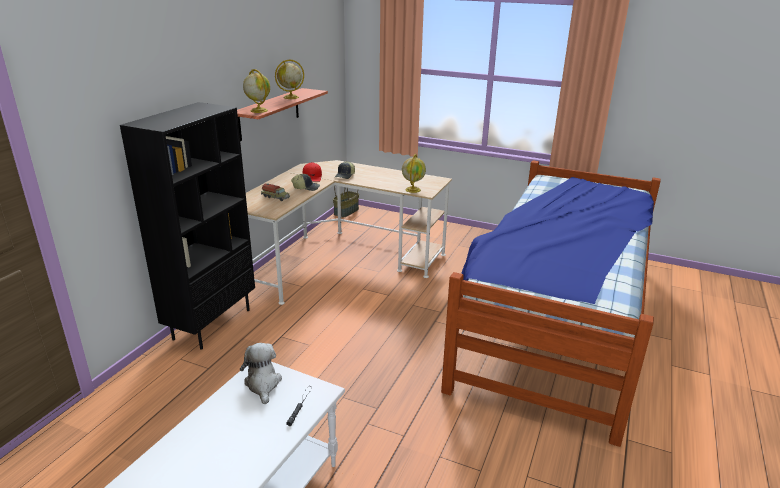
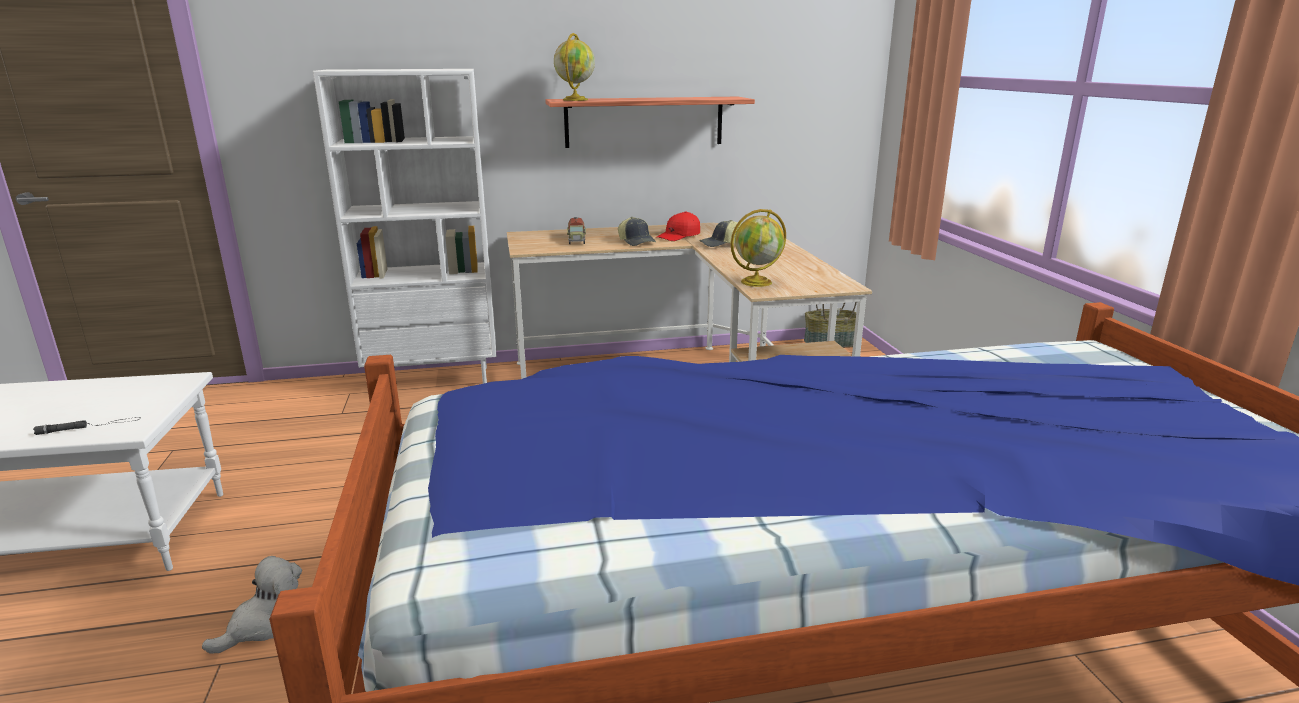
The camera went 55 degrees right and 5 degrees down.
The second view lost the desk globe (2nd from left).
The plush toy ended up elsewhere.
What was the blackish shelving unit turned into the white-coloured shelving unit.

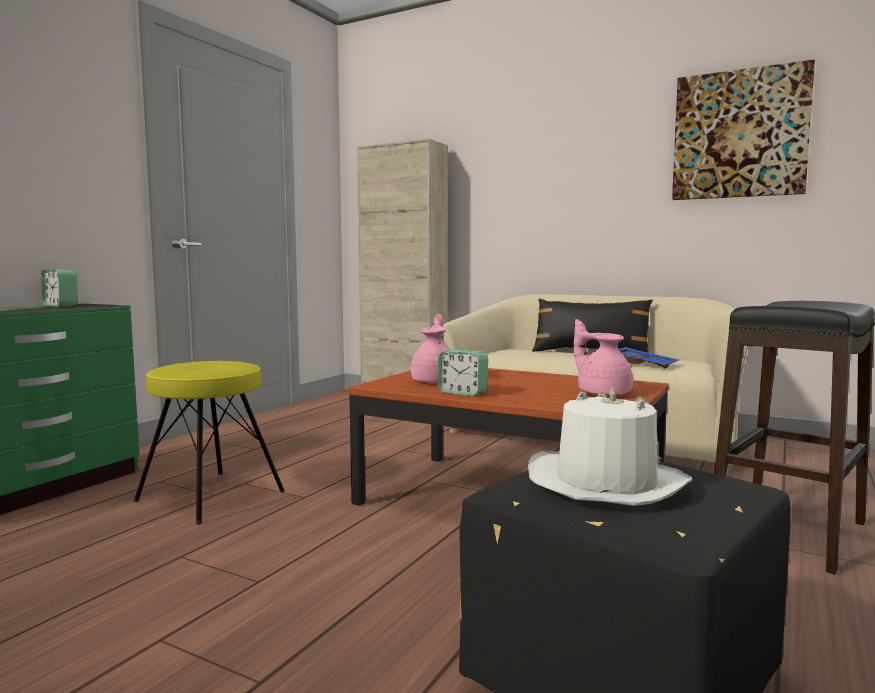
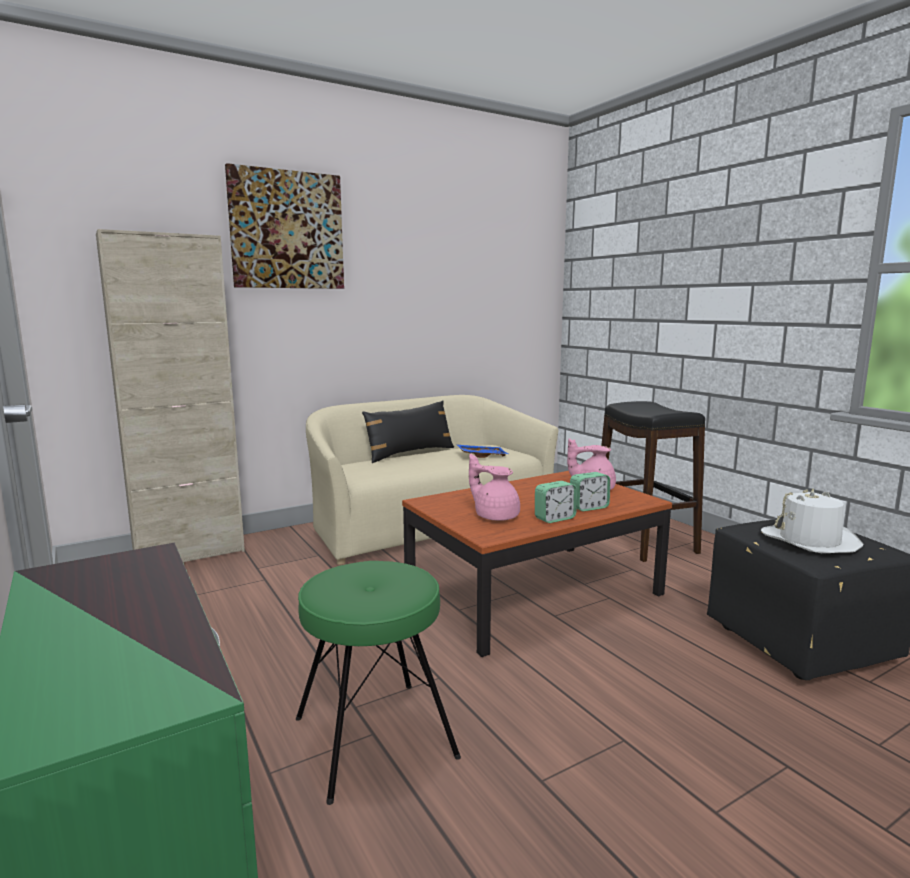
The camera went 60 degrees left and 5 degrees up.
The bedside clock (1st from left in the first image) ended up elsewhere.
The picture ended up elsewhere.
What was the yellow sitting stool turned into the greenish sitting stool.

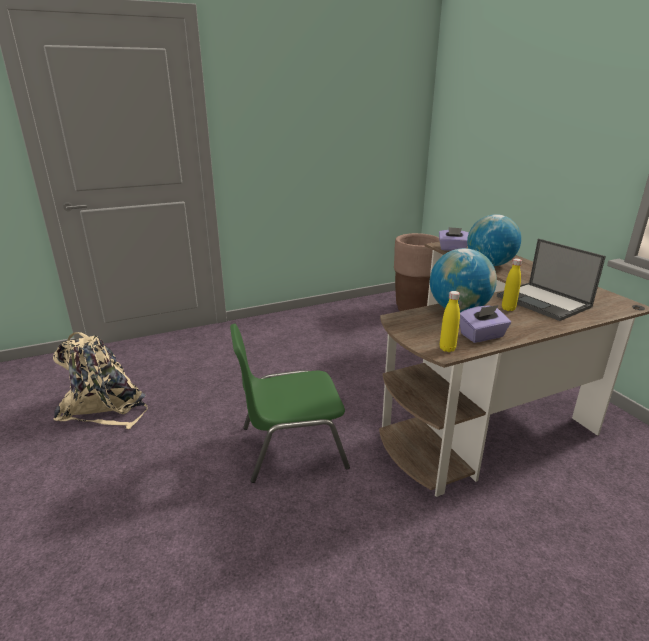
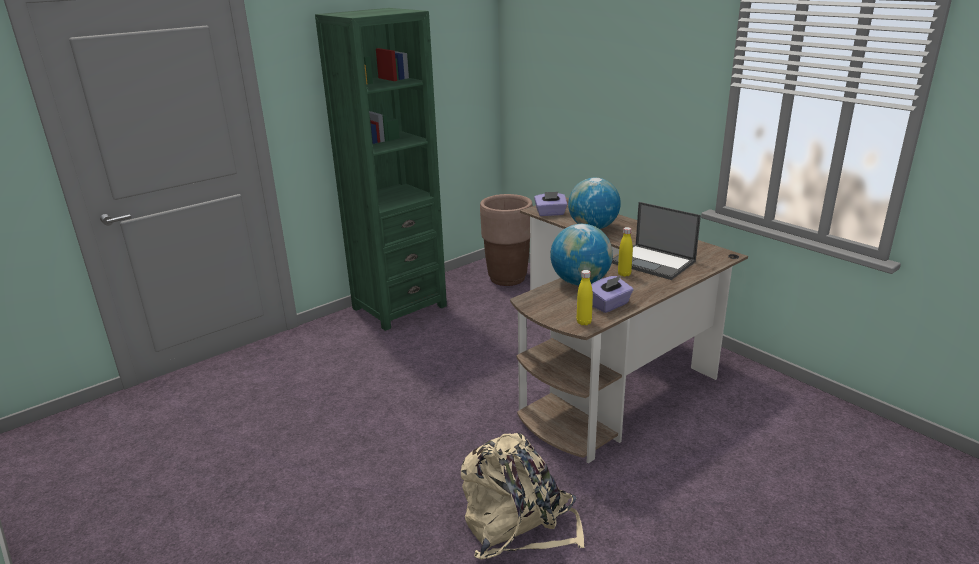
The camera went 15 degrees left and 0 degrees up.
The second view lost the greenish chair.
The second view gained the greenish shelving unit.
The beige-coloured backpack ended up elsewhere.

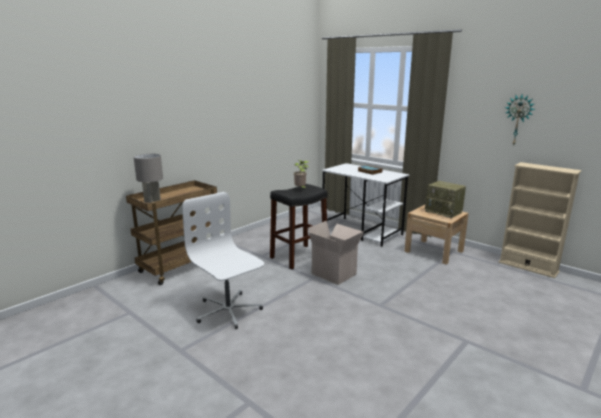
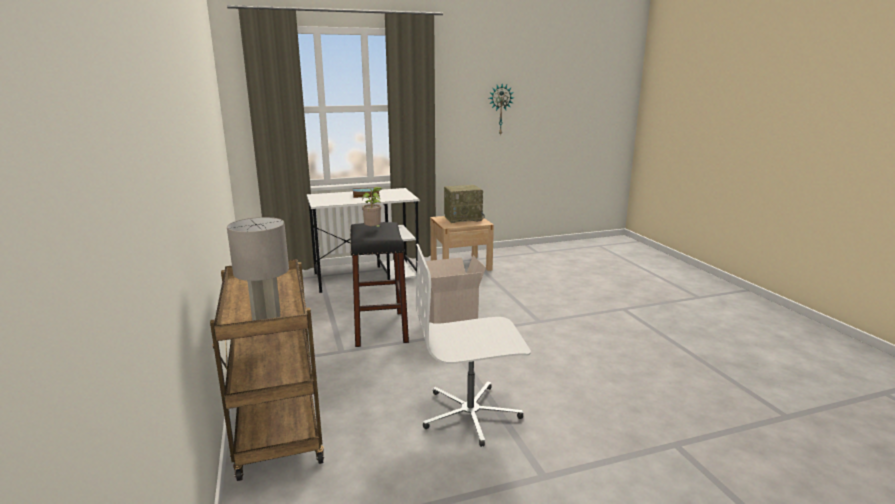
The camera went 60 degrees left and 0 degrees up.
The second view lost the beige-coloured shelving unit.

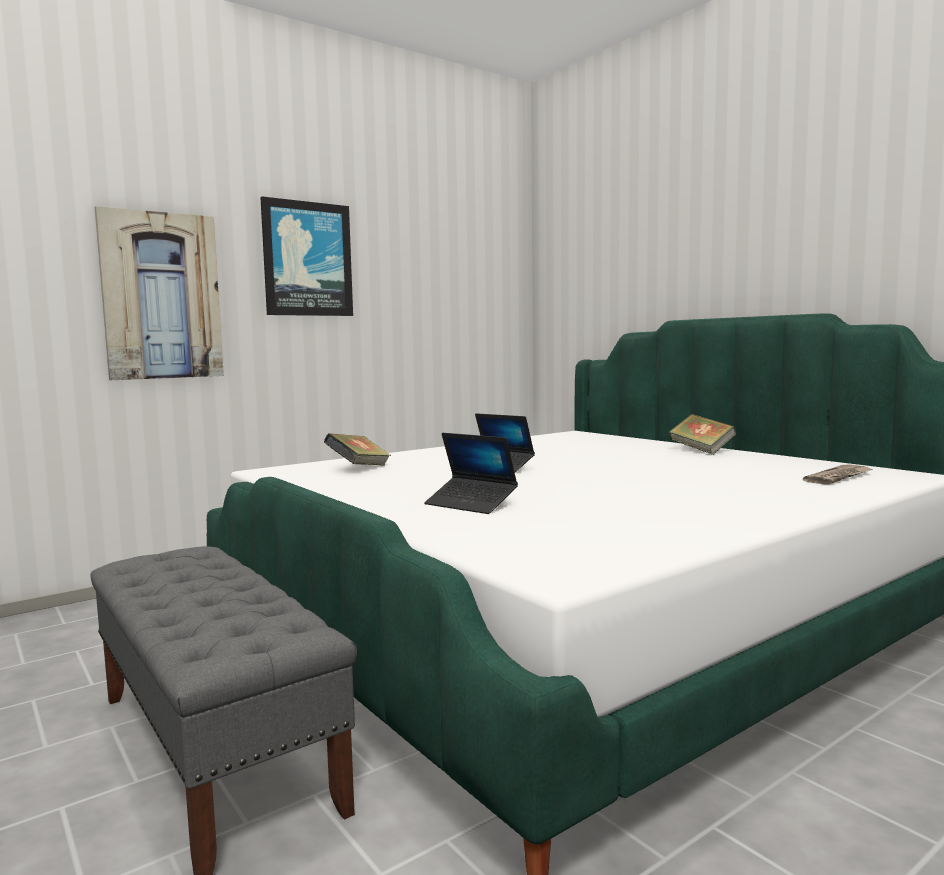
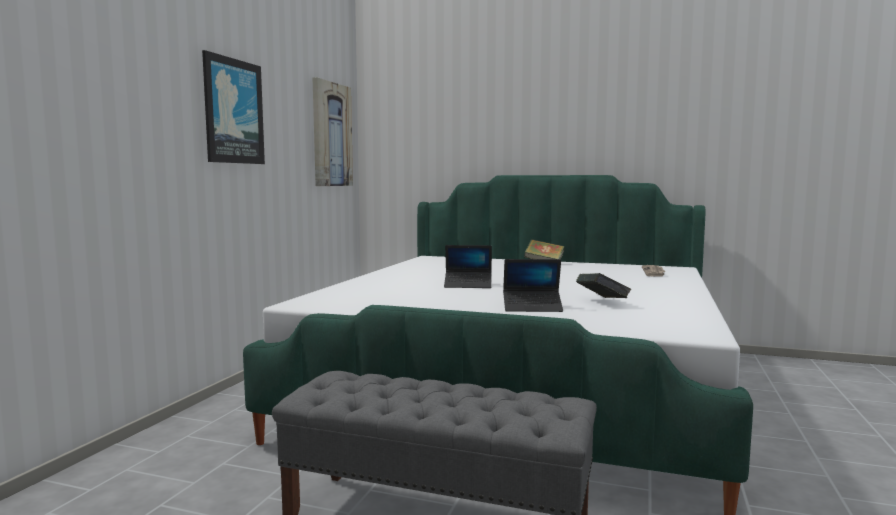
The camera went 35 degrees left and 0 degrees up.
The picture (1st from left in the first image) ended up elsewhere.
The volume (1st from left in the first image) ended up elsewhere.

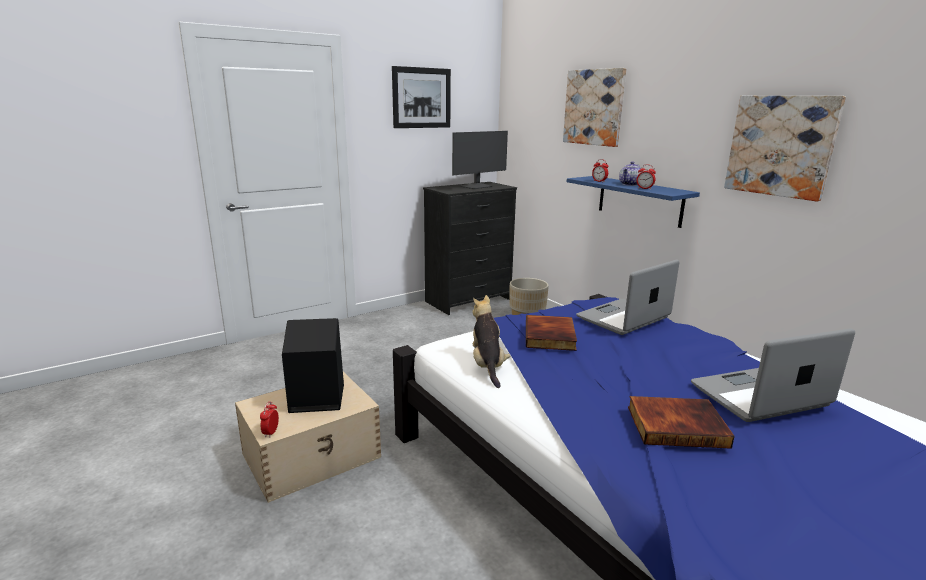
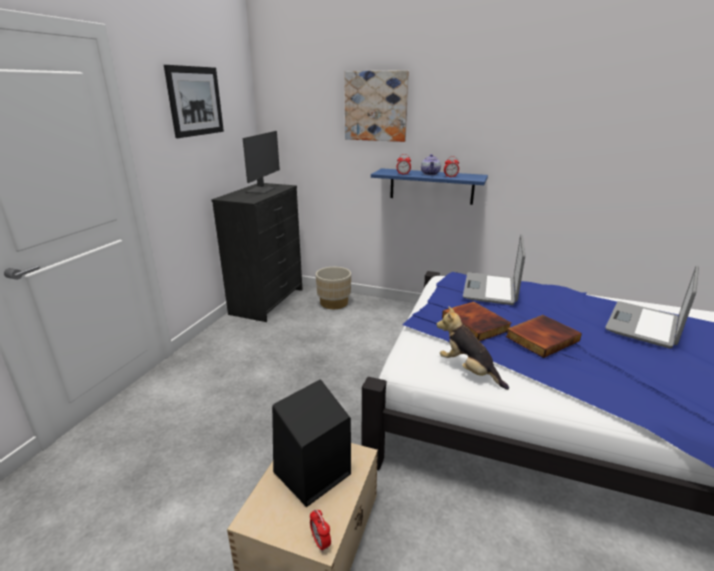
The camera went 35 degrees left and 5 degrees up.
The second view lost the picture (3rd from left).
The volume (2nd from left) ended up elsewhere.

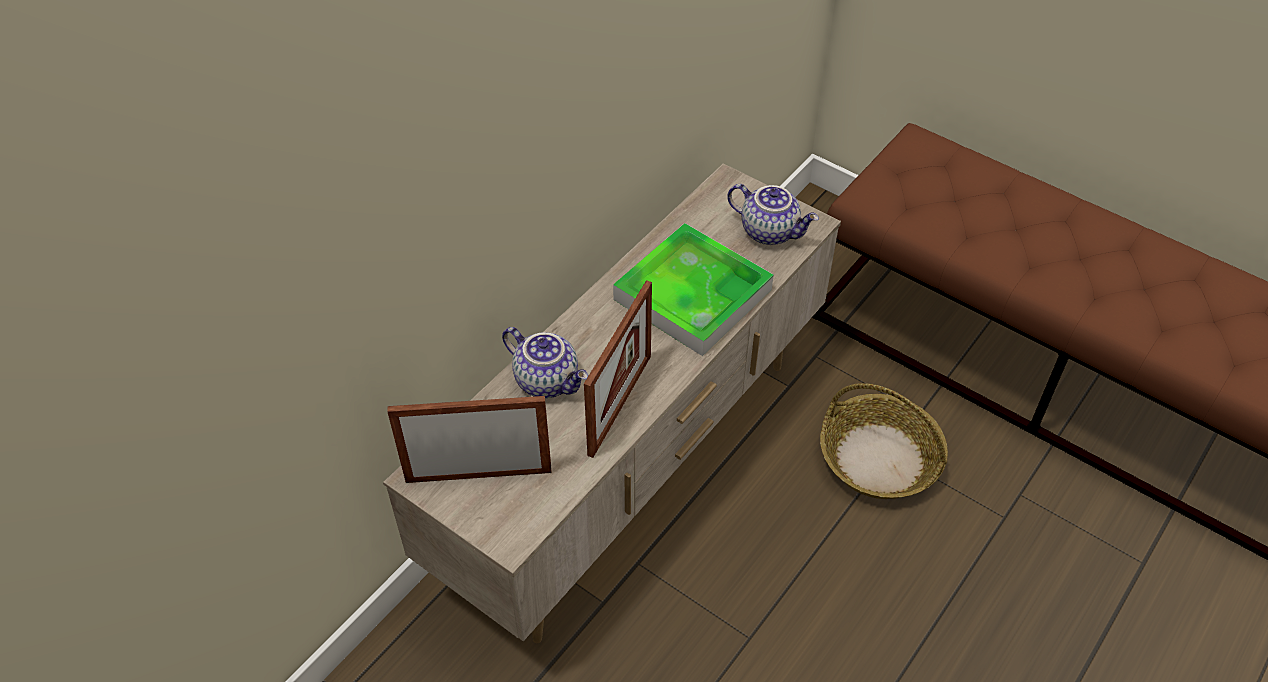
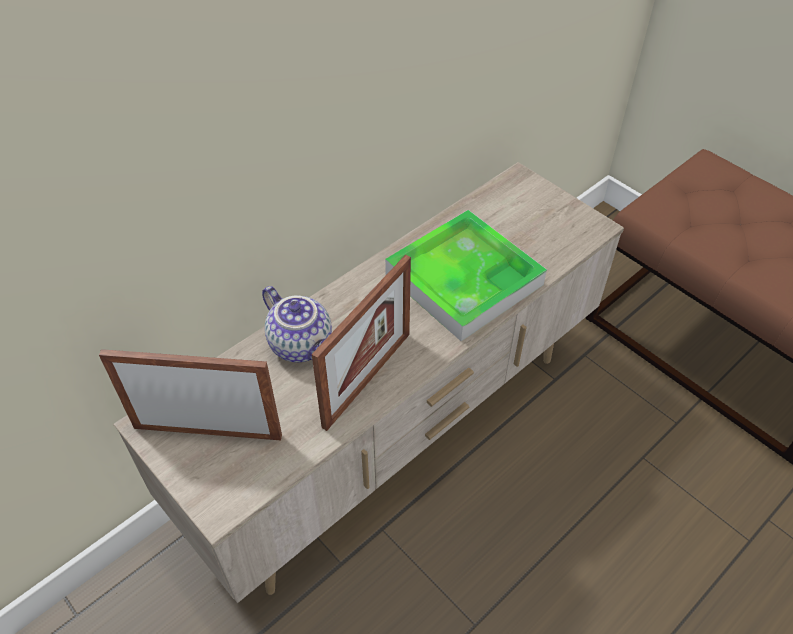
The camera went 10 degrees right and 0 degrees up.
The second view lost the teapot (2nd from left).
The second view lost the basket.

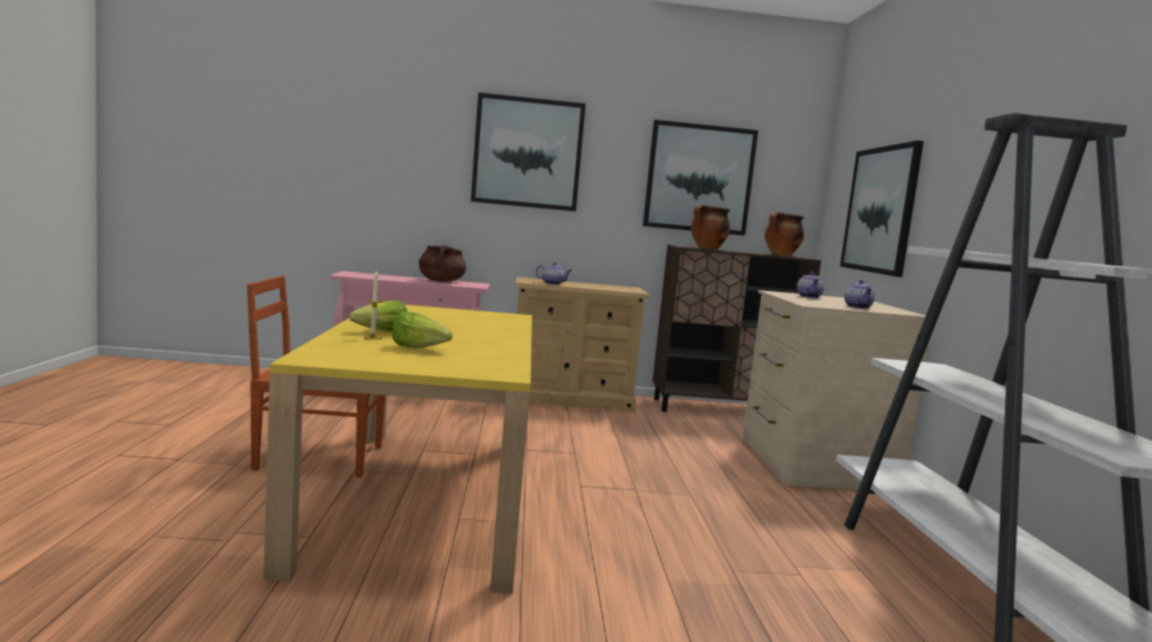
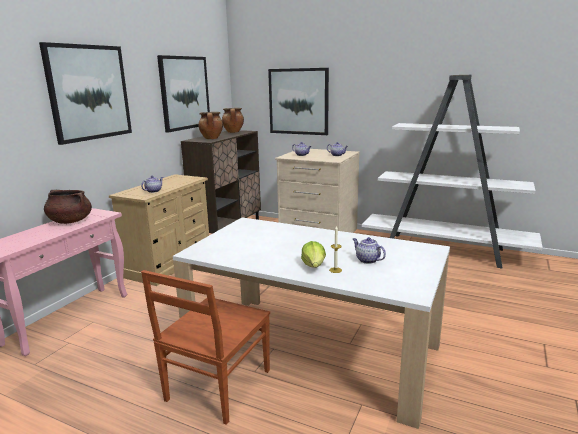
The camera went 60 degrees left and 10 degrees up.
Where the lettuce head (2nd from left) stood, the teapot (4th from left) came to stand.
What was the yellow dining table turned into the white-coloured dining table.

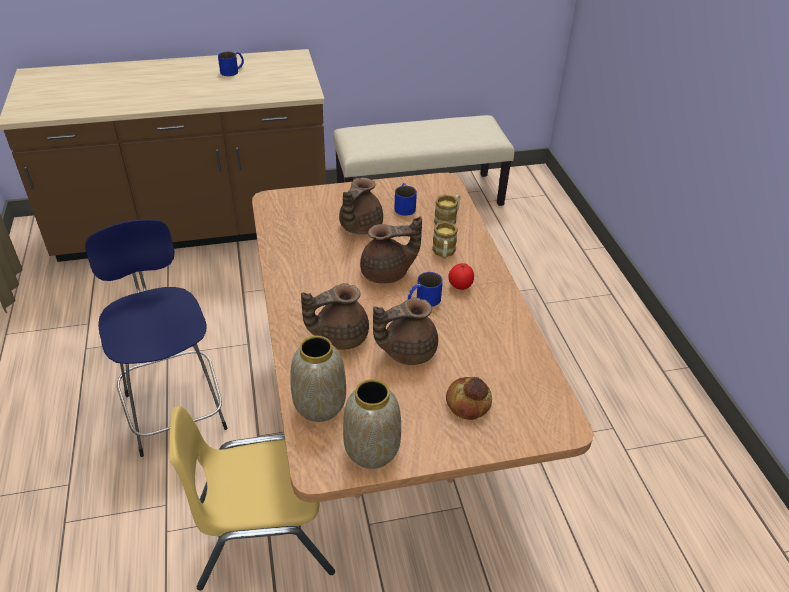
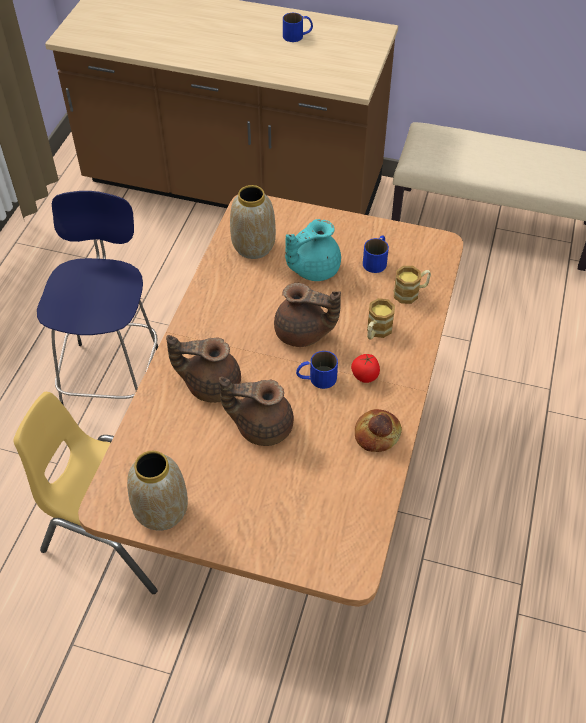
The camera went 30 degrees right and 10 degrees up.
The decorative vase (1st from left in the first image) ended up elsewhere.
The bread ended up elsewhere.
What was the brownish teapot (2nd from left) turned into the turquoise-coloured teapot.

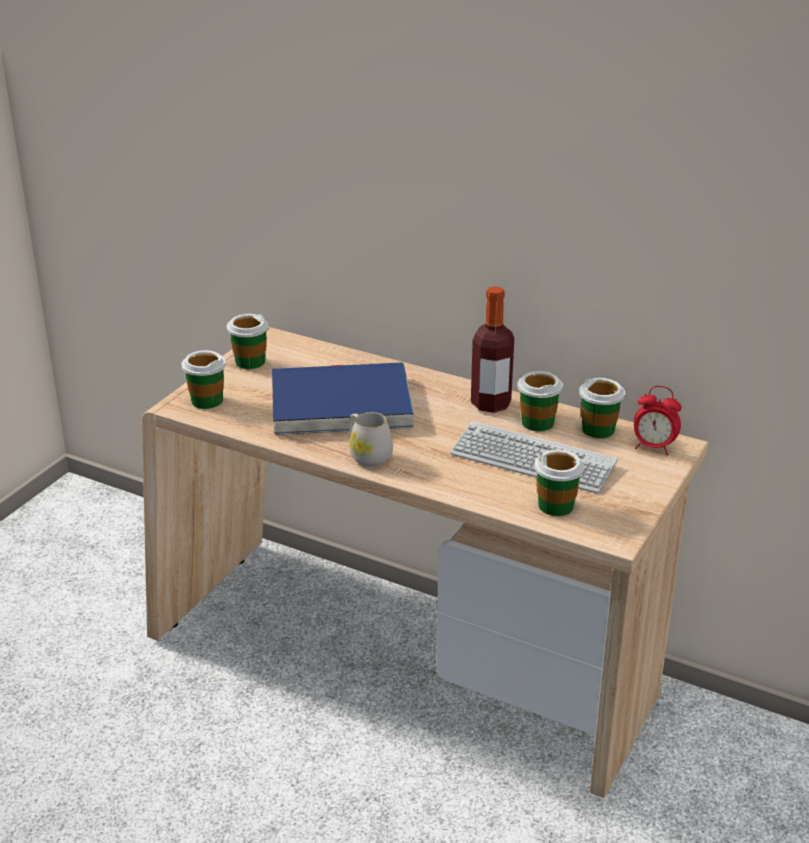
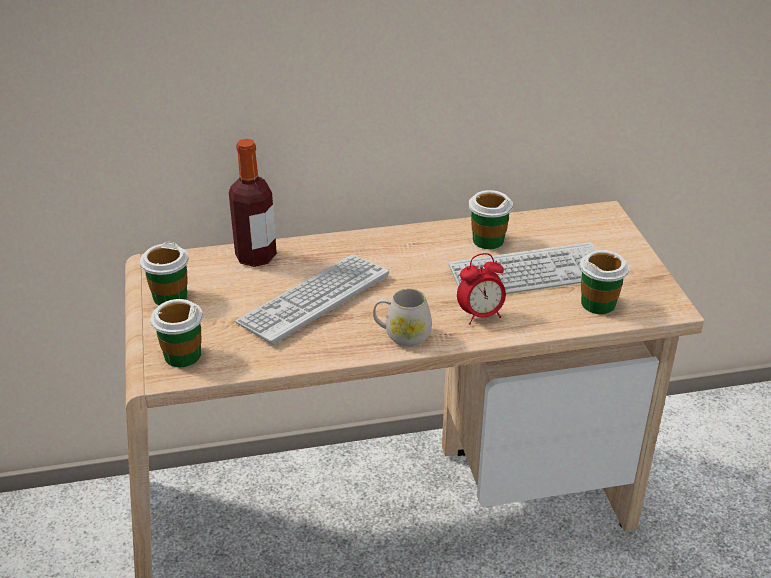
The camera went 40 degrees left and 5 degrees up.
The second view lost the small cup (5th from left).
The drink bottle ended up elsewhere.
The bedside clock ended up elsewhere.
Where the blue-coloured volume stood, the computer keyboard (1st from left) came to stand.

